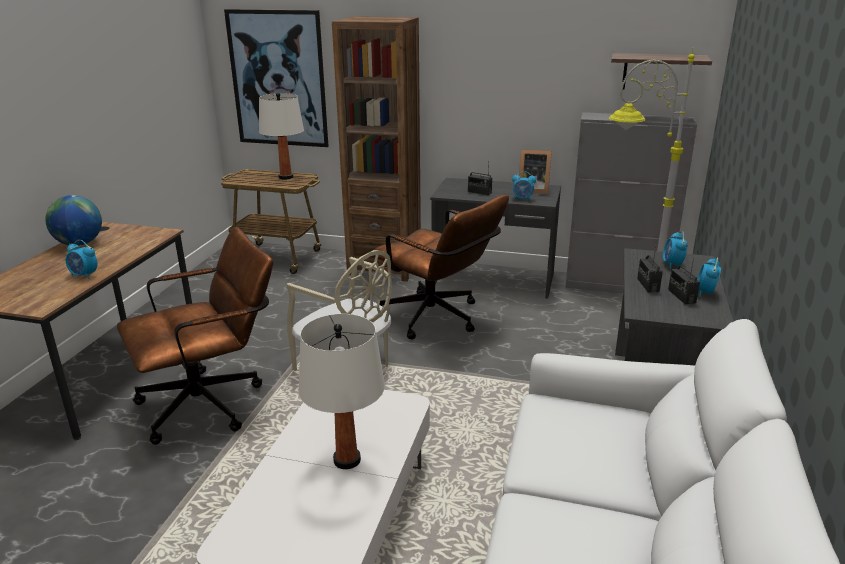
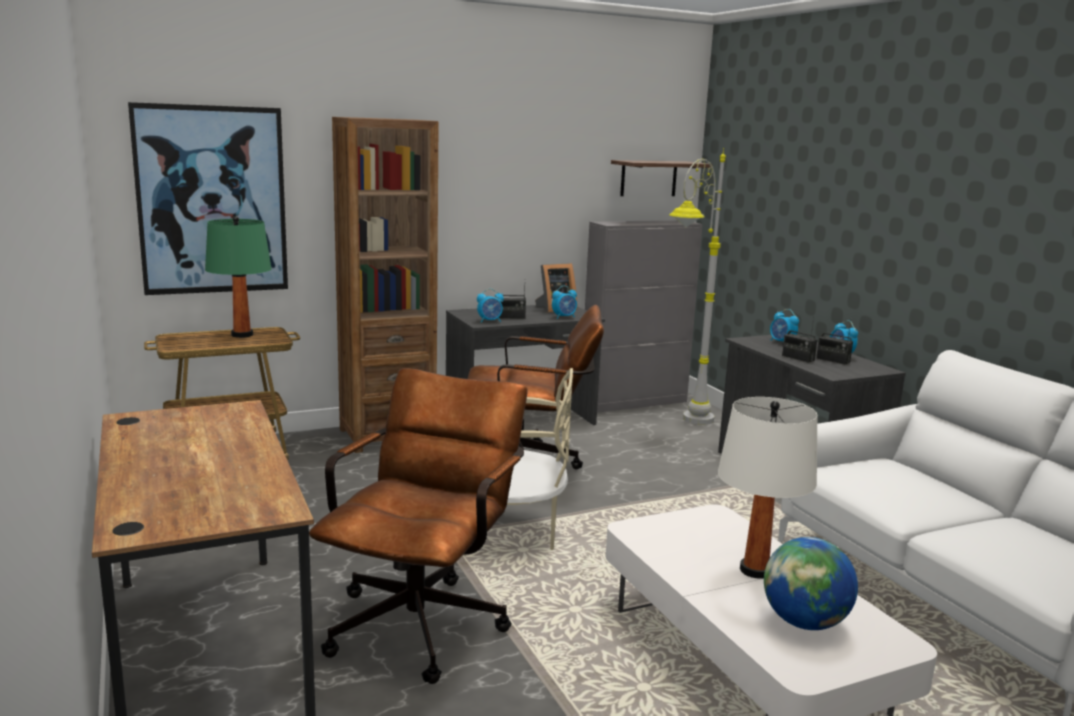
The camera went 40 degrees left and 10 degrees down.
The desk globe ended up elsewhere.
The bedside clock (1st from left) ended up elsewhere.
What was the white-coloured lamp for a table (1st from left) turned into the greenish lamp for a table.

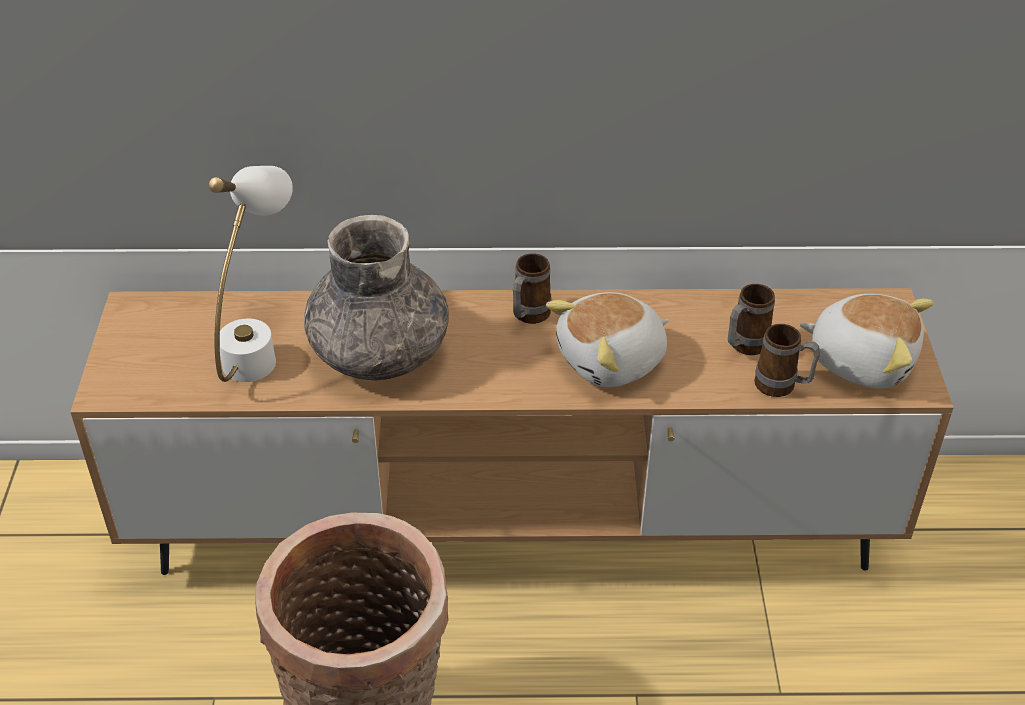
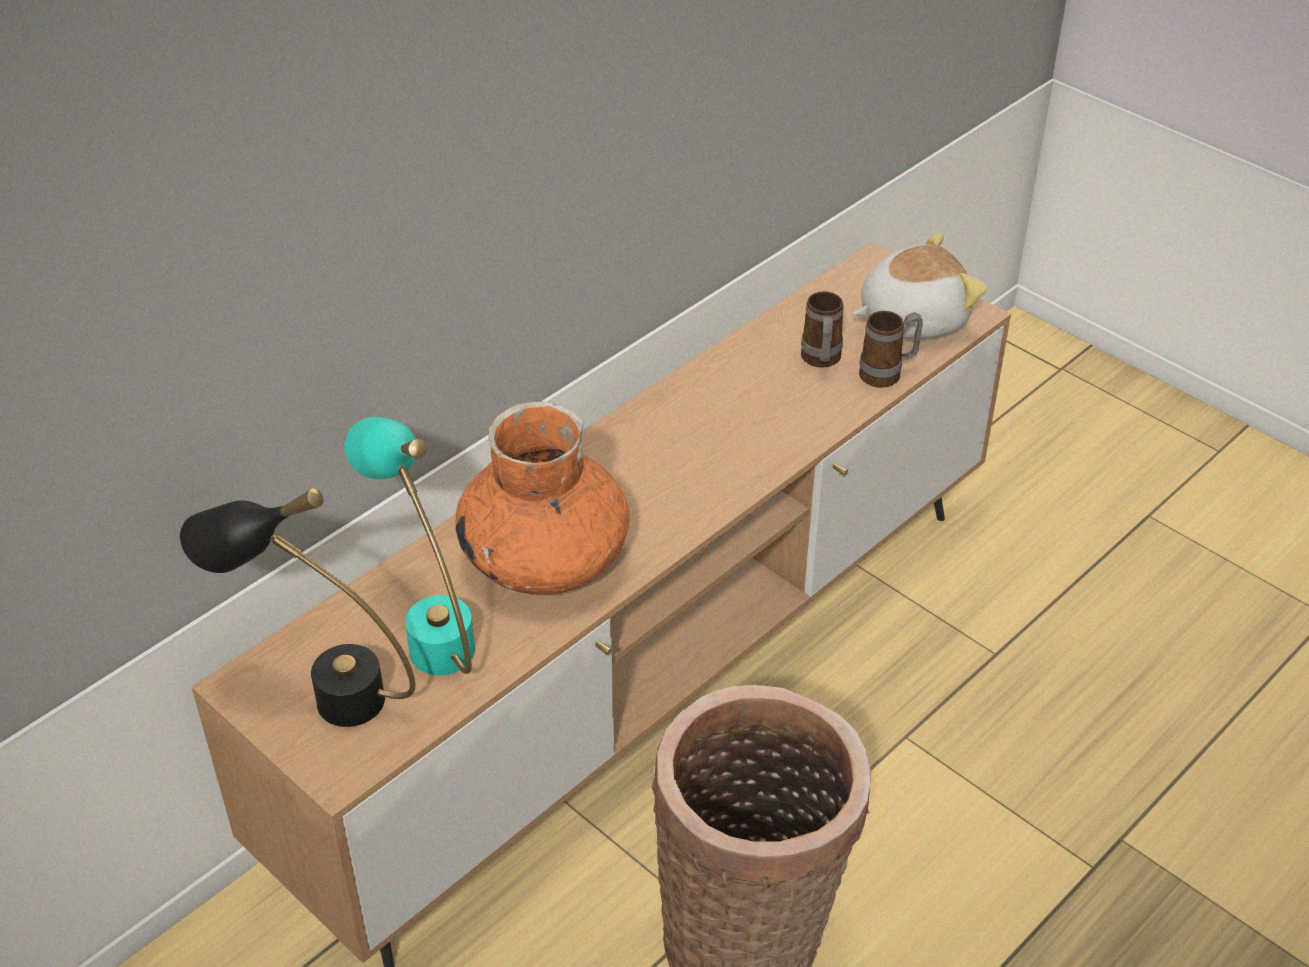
The camera went 45 degrees left and 0 degrees up.
The second view lost the coffee mug (1st from left).
The second view lost the plush toy (1st from left).
The second view gained the blackish lamp for a table.
What was the white-coloured lamp for a table turned into the turquoise-coloured lamp for a table.
What was the greyish decorative vase turned into the orangey decorative vase.

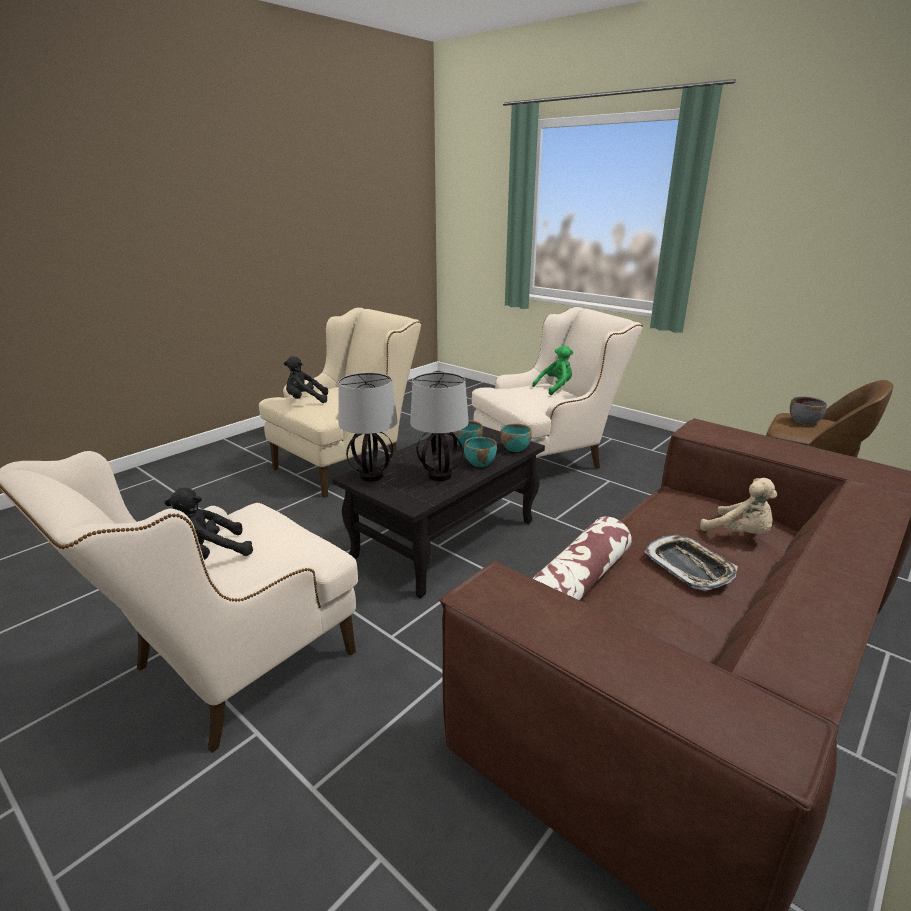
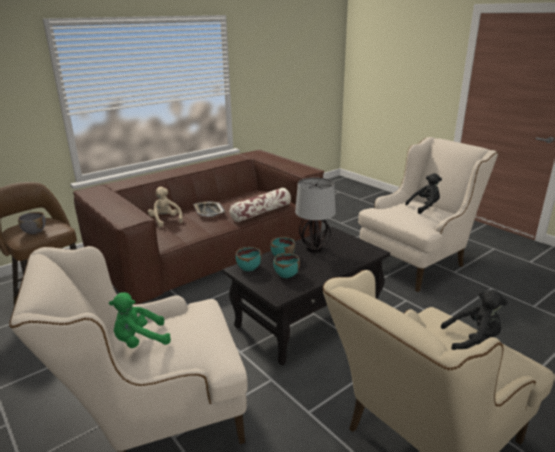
The camera went 170 degrees left and 0 degrees up.
The second view lost the lamp for a table (1st from left).

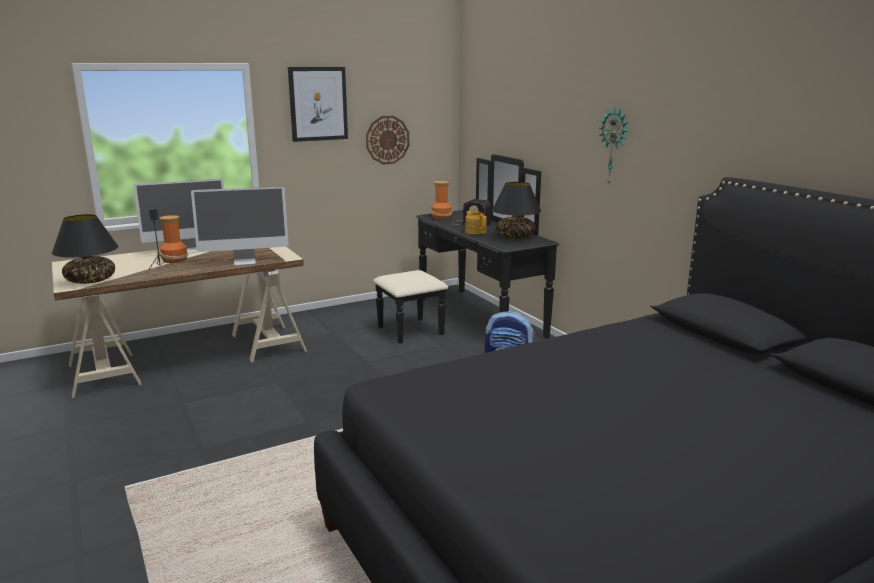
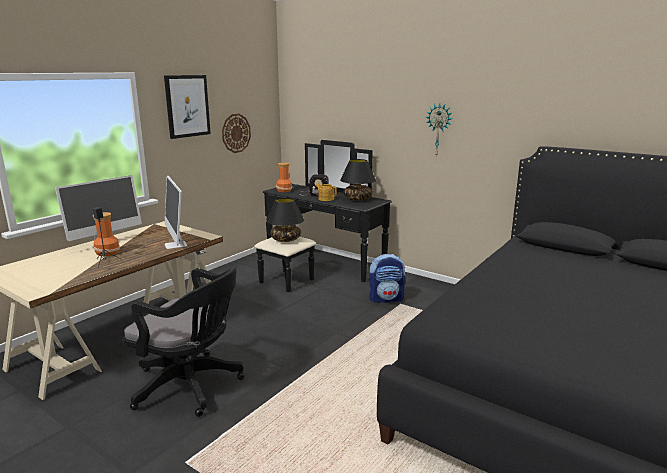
The camera went 25 degrees left and 0 degrees up.
The second view gained the blackish desk chair.
The blackish lamp for a table (1st from left) ended up elsewhere.
The computer screen (2nd from left) ended up facing another way, 105 degrees clockwise from before.

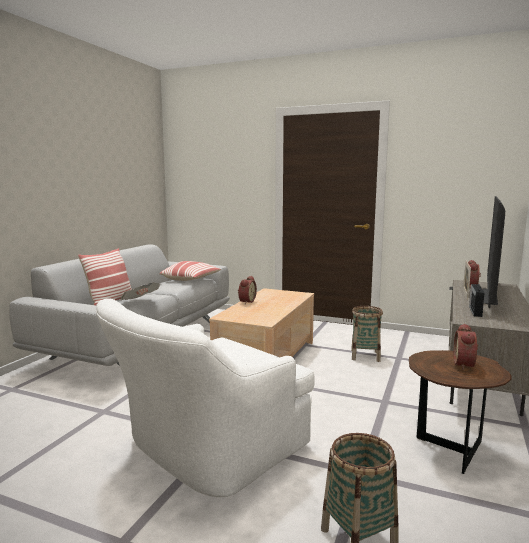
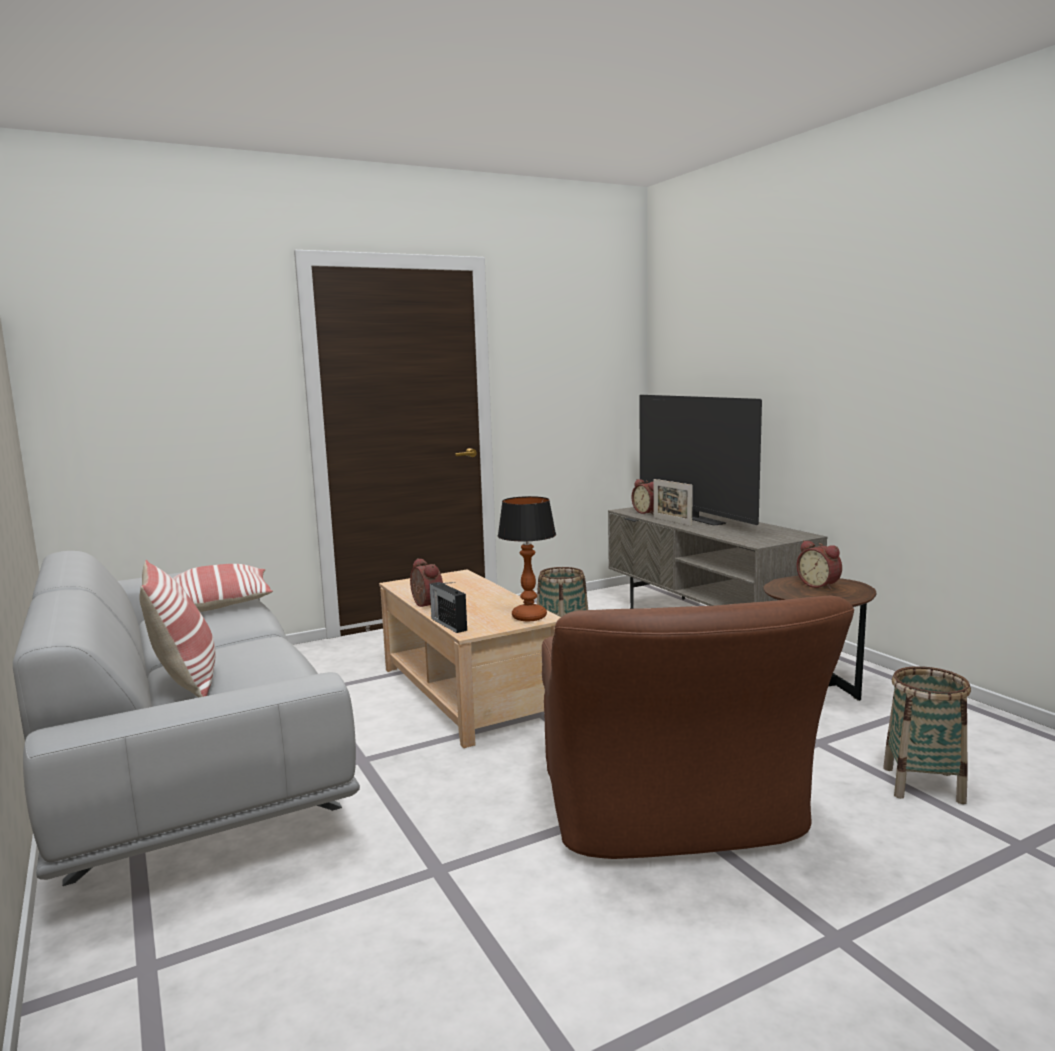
The camera went 50 degrees left and 0 degrees up.
The second view lost the daily paper.
The second view gained the lamp for a table.
The radio set ended up elsewhere.
What was the white-coloured armchair turned into the brownish armchair.

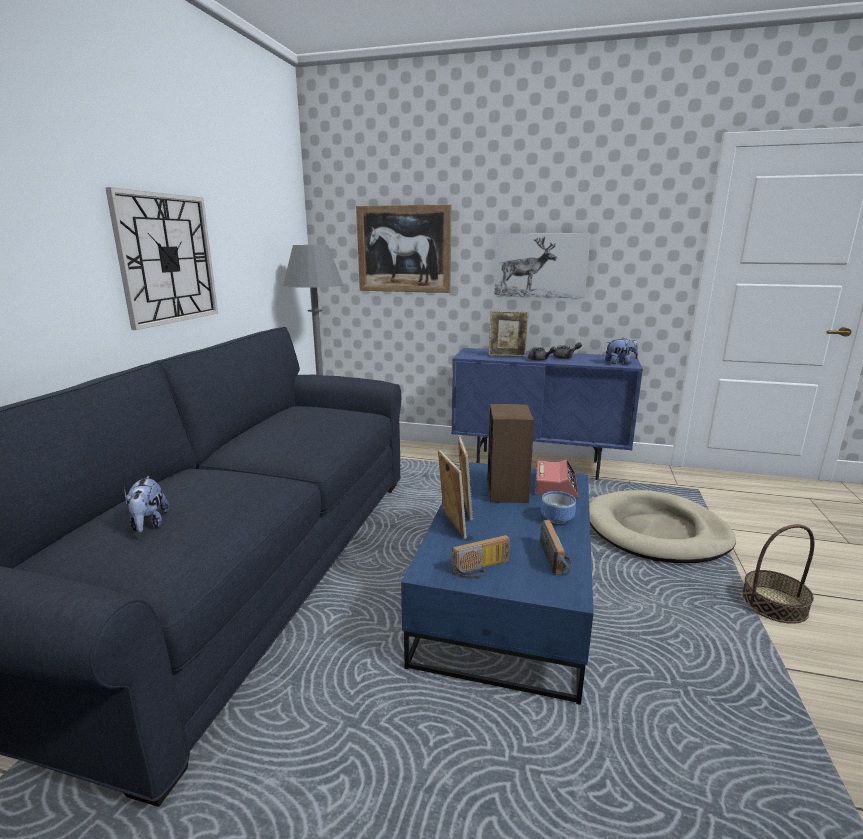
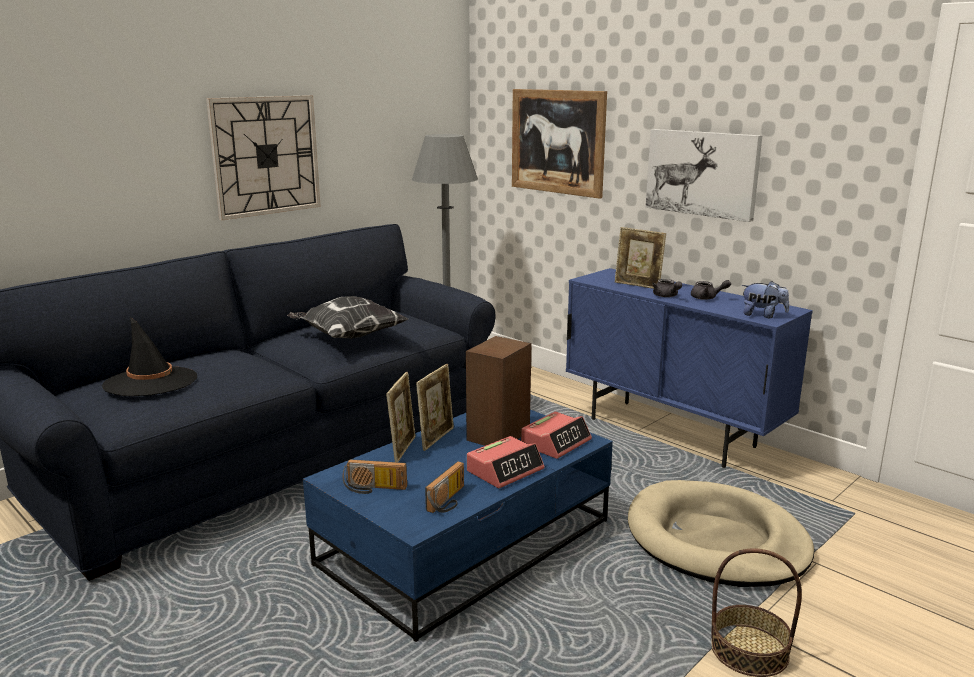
The camera went 30 degrees right and 0 degrees up.
The second view gained the cushion.
Where the plush toy (1st from left) stood, the blackish hat came to stand.
Where the serving bowl stood, the bedside clock (1st from left) came to stand.

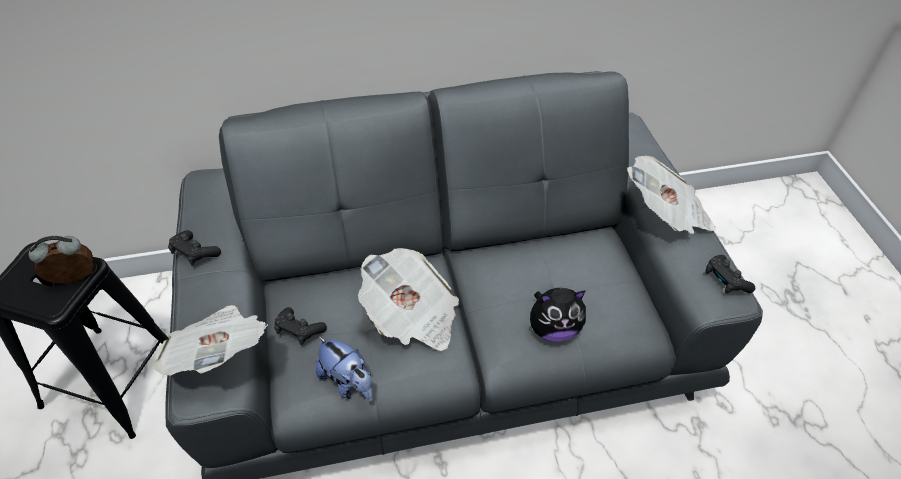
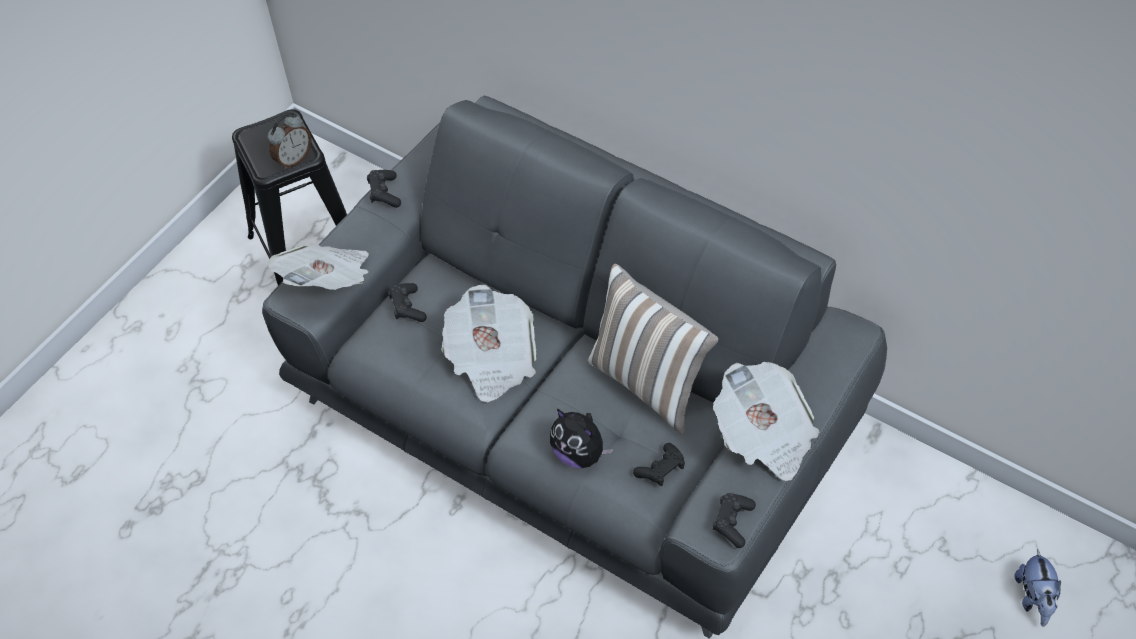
The camera went 50 degrees right and 5 degrees up.
The second view gained the cushion.
The second view gained the blackish game controller (3rd from left).
The plush toy (1st from left in the first image) ended up elsewhere.
The bedside clock ended up facing another way, 105 degrees clockwise from before.

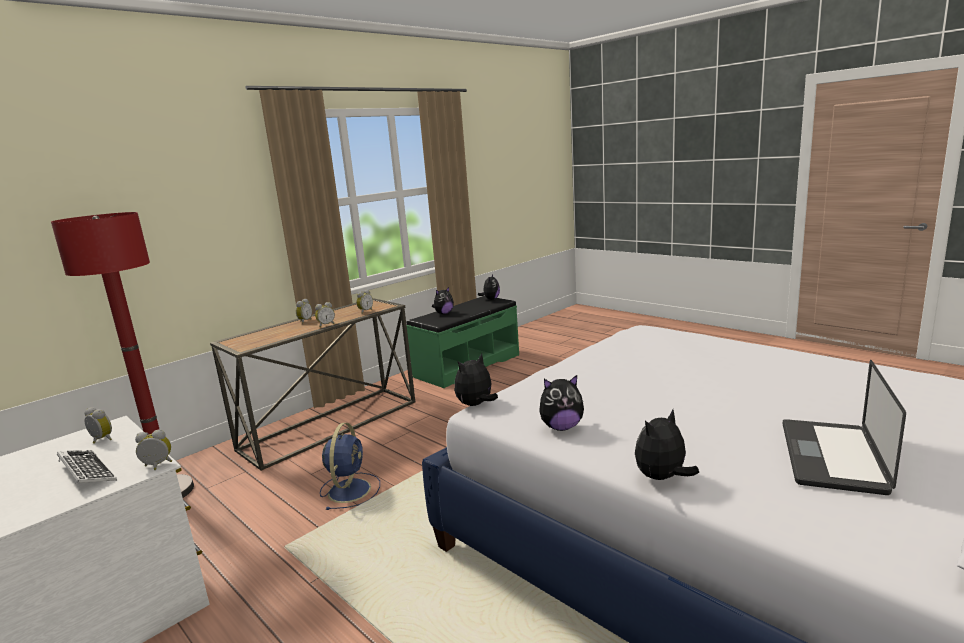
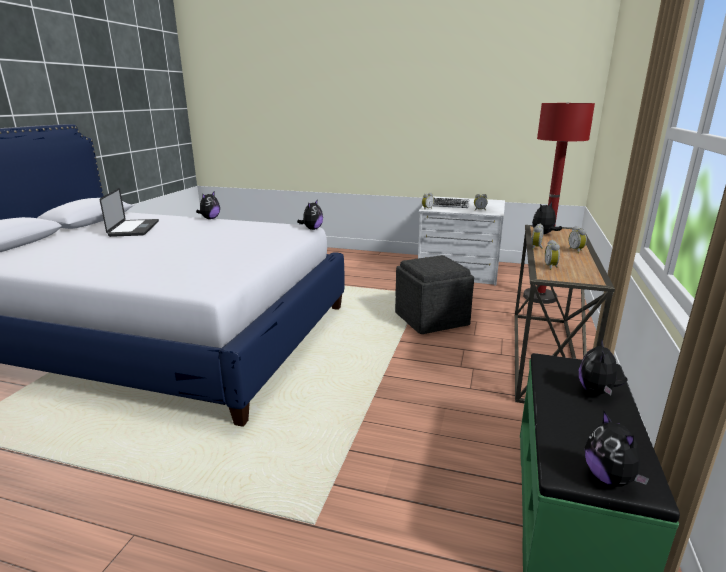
The camera went 150 degrees right and 5 degrees up.
The plush toy (4th from left in the first image) ended up elsewhere.
Where the blue-coloured electric fan stood, the greyish ottoman came to stand.

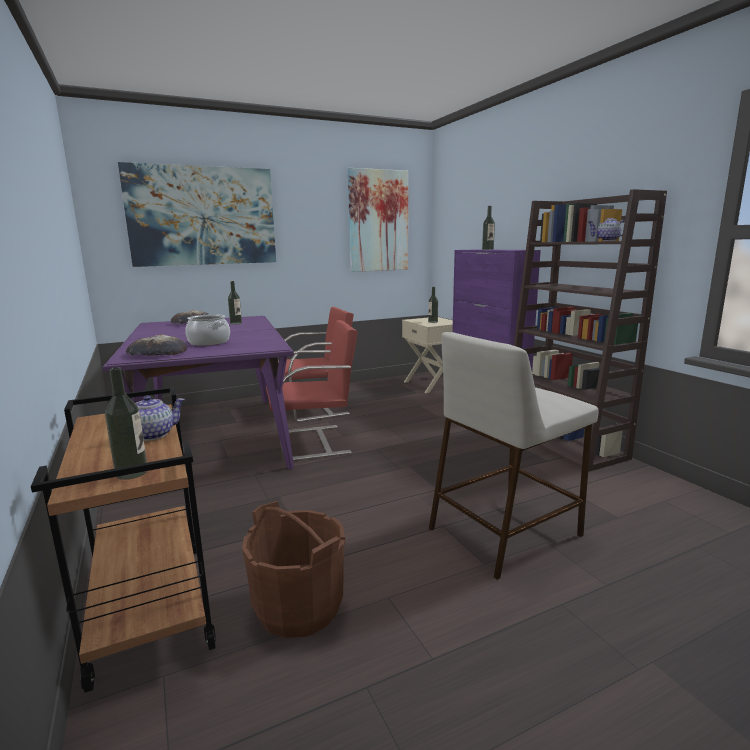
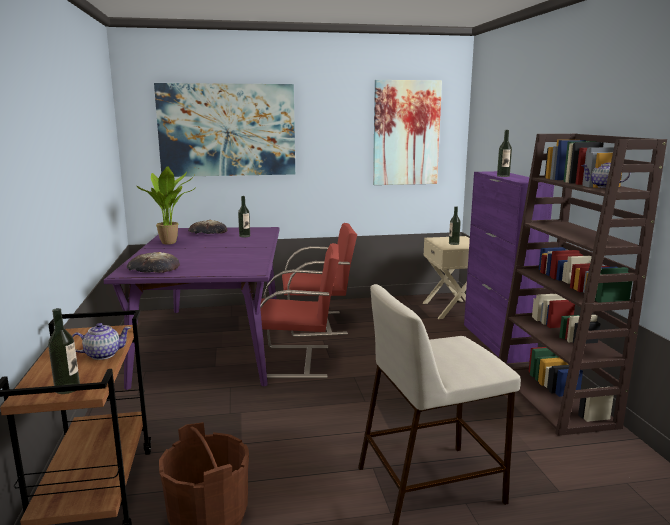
The camera went 15 degrees right and 0 degrees up.
The second view lost the saucepot.
The second view gained the potted plant.

